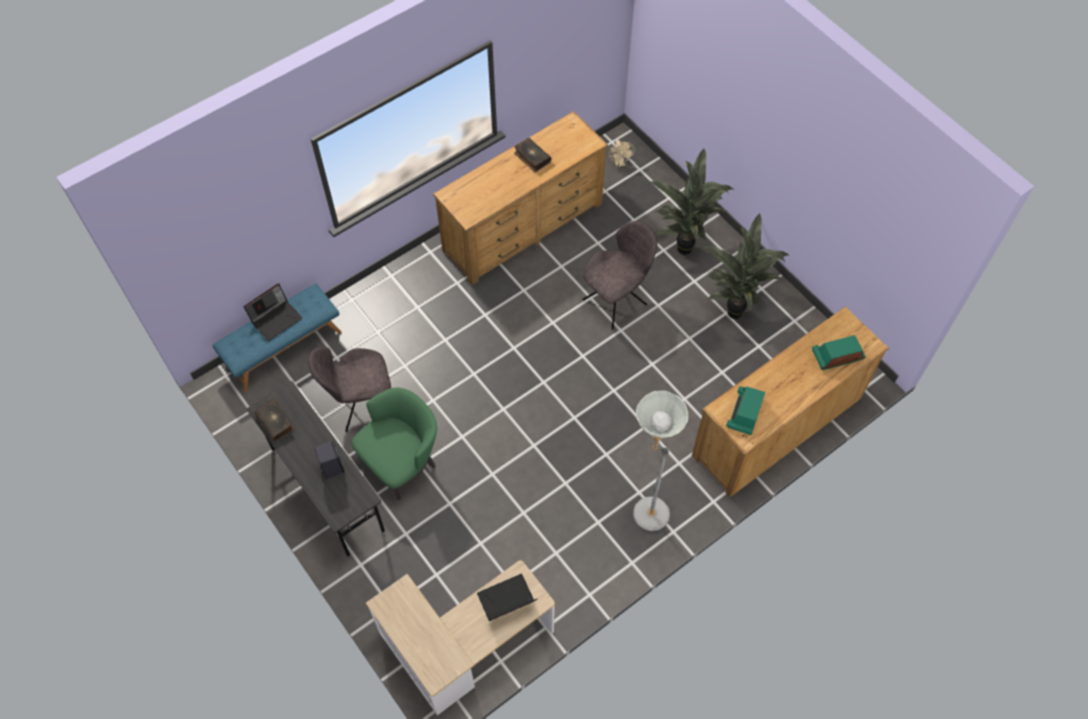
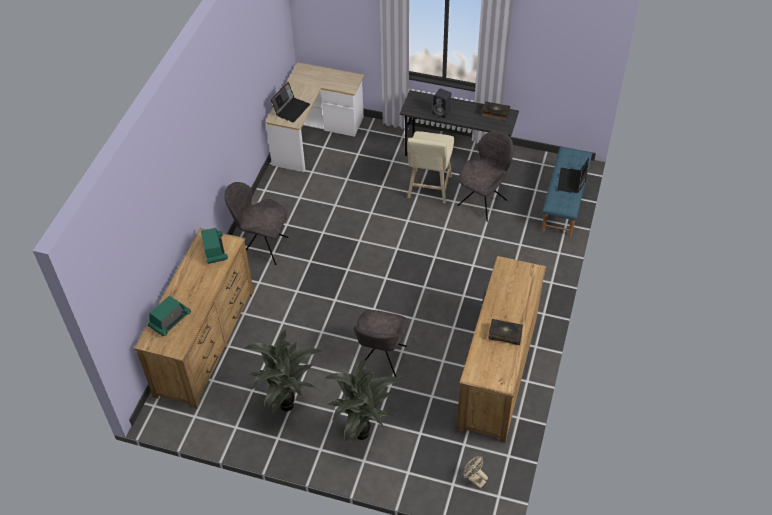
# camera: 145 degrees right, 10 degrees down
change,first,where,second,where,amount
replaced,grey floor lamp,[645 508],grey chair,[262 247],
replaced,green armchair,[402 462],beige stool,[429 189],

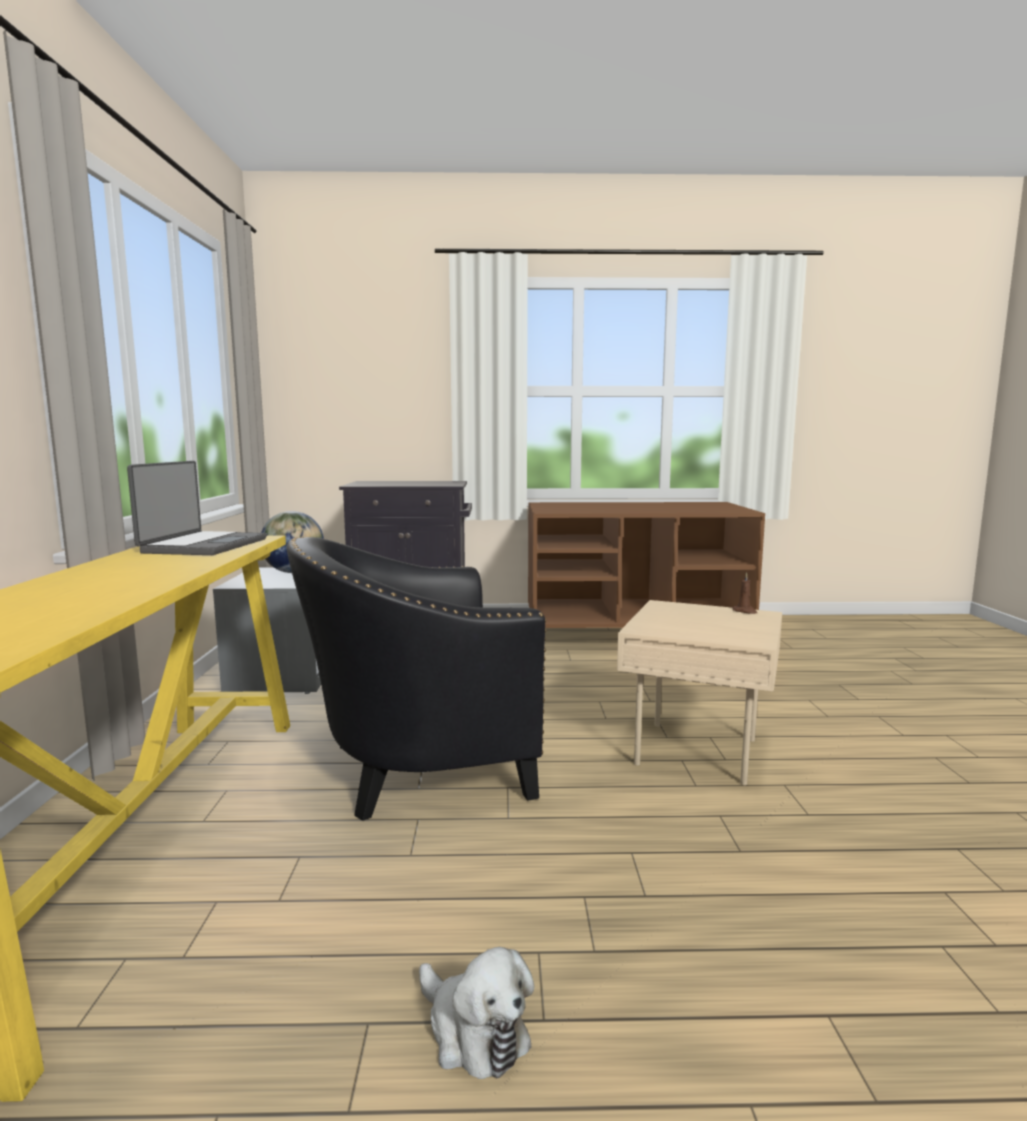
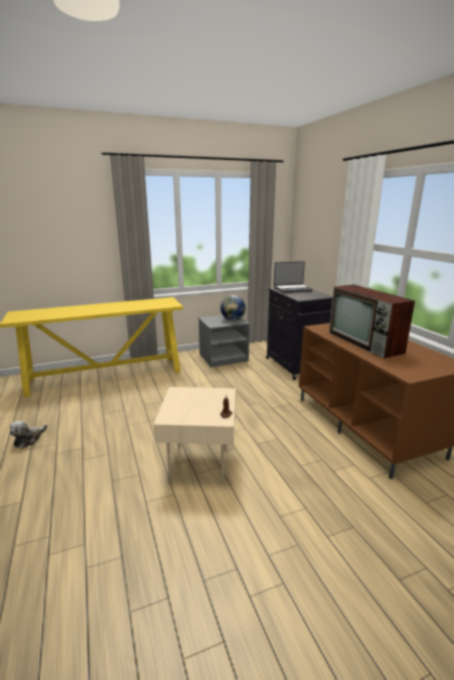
# camera: 70 degrees right, 10 degrees up
change,first,where,second,where,amount
moved,laptop,[203 546],,[292 289],
added,,,television,[365 343],
removed,black armchair,[416 768],,,

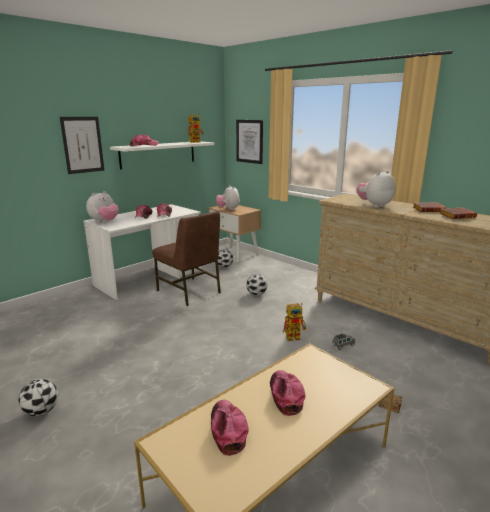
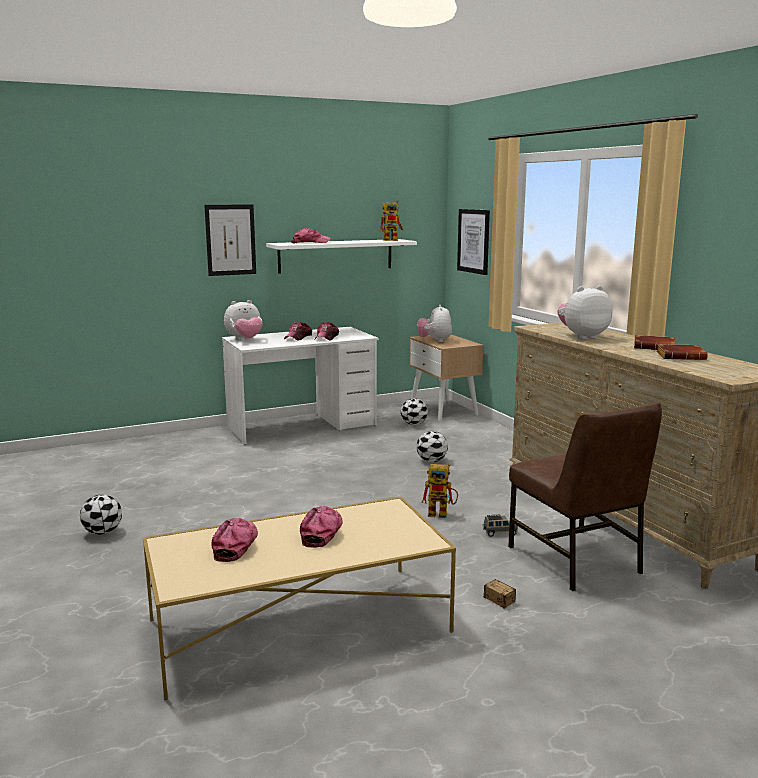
# camera: 20 degrees right, 5 degrees down
change,first,where,second,where,amount
moved,brown chair,[190 292],,[576 560],

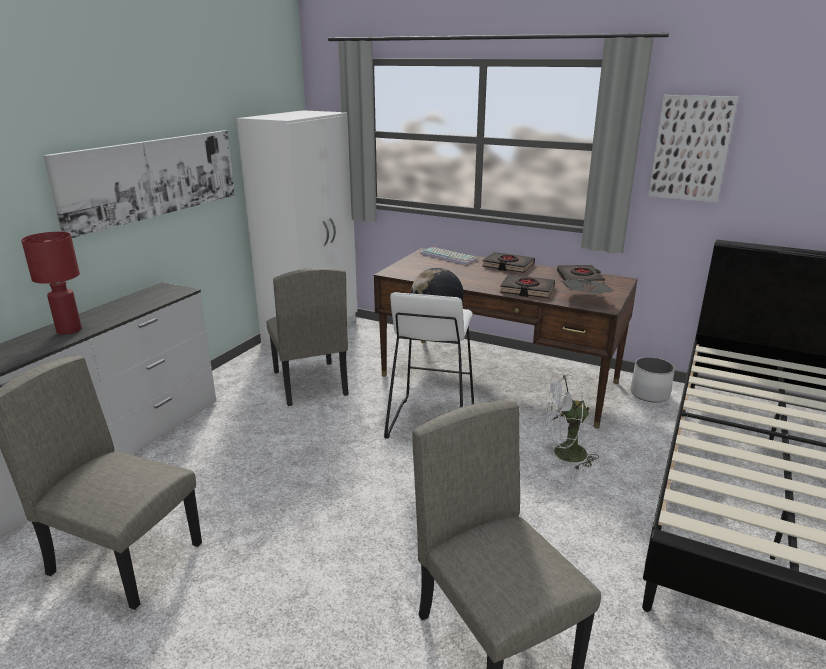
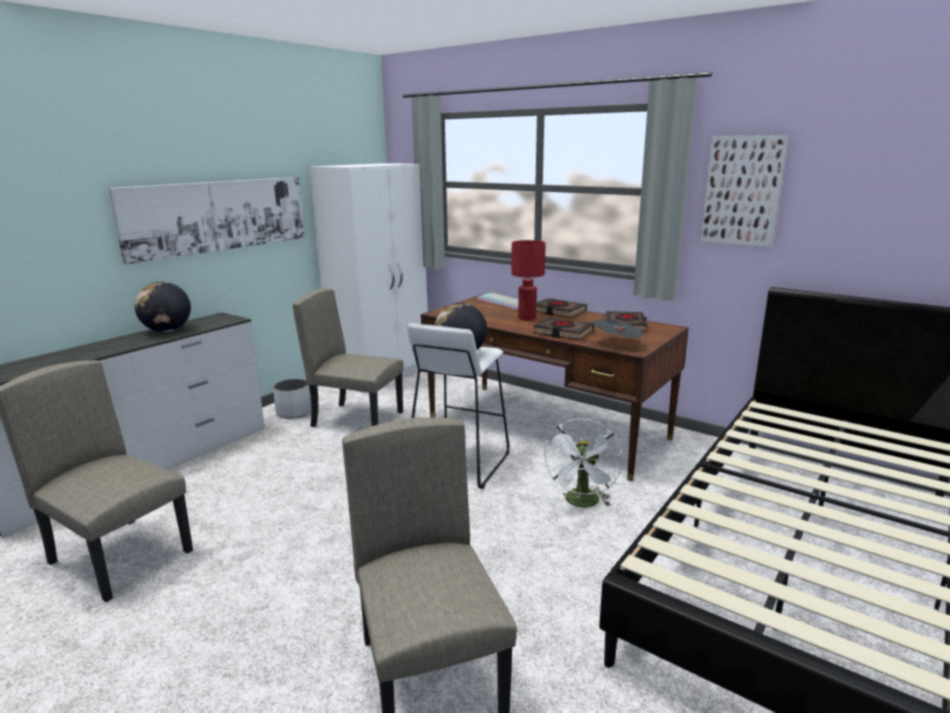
# camera: 10 degrees right, 5 degrees down
change,first,where,second,where,amount
added,,,globe,[167 330],
moved,white planter,[649 394],,[294 412],
turned,beige chair,[309 383],,[358 419],120 degrees clockwise
moved,red table lamp,[69 330],,[527 318],
turned,white fan,[563 455],,[582 503],75 degrees counterclockwise

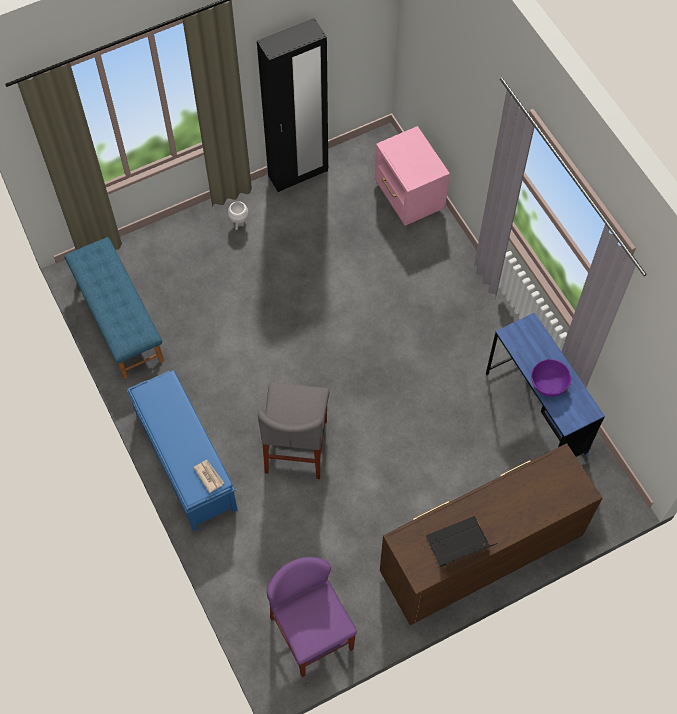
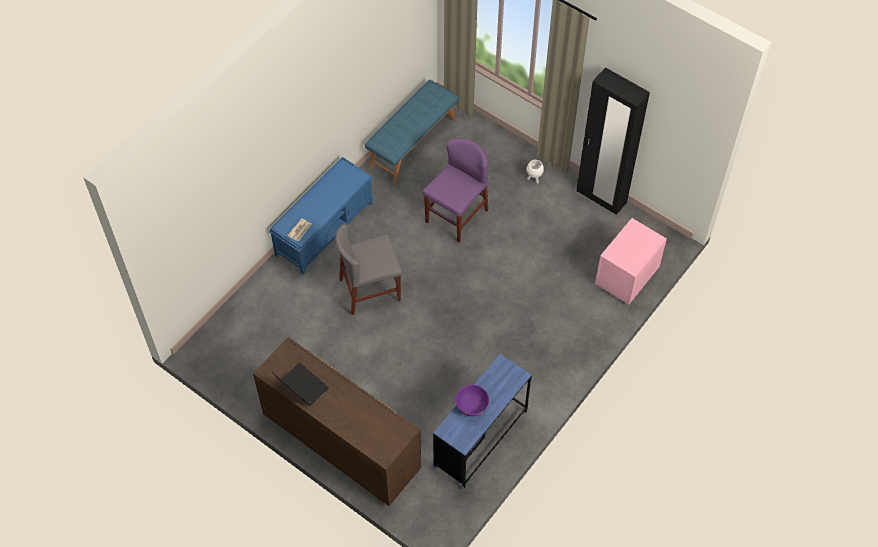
# camera: 65 degrees right, 5 degrees down
change,first,where,second,where,amount
moved,purple chair,[312 633],,[456 216],

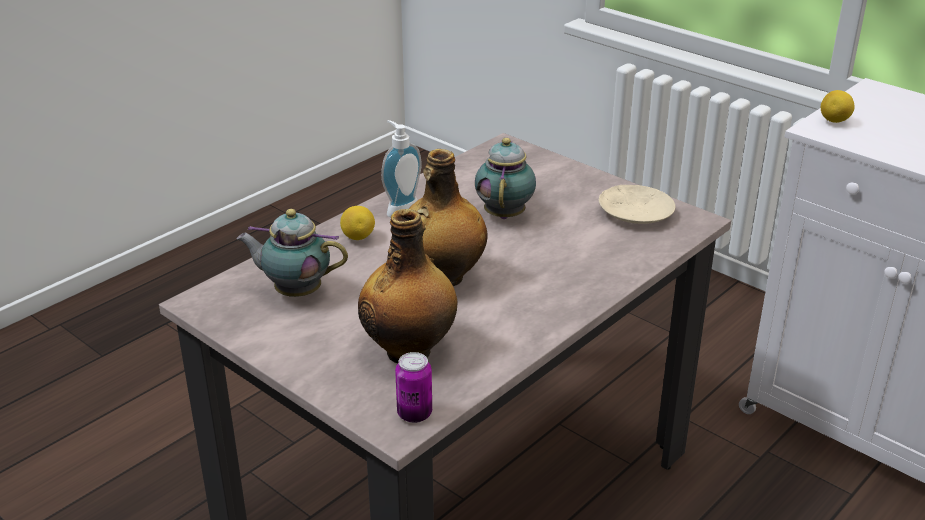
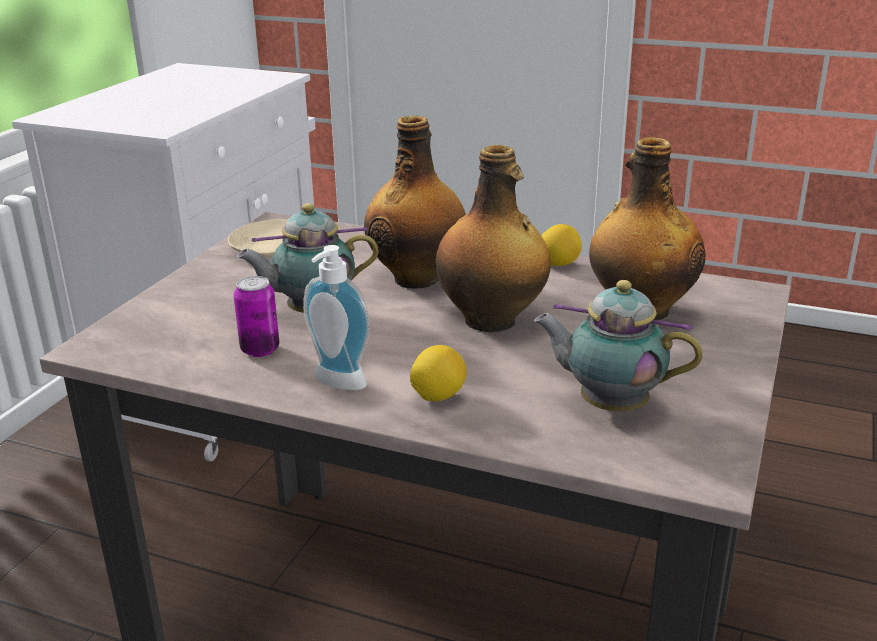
# camera: 110 degrees left, 5 degrees down
change,first,where,second,where,amount
moved,can,[414 414],,[260 350],
added,,,bottle,[418 278],
turned,teapot,[295 292],,[608 405],120 degrees clockwise
moved,lemon,[834 121],,[558 264],

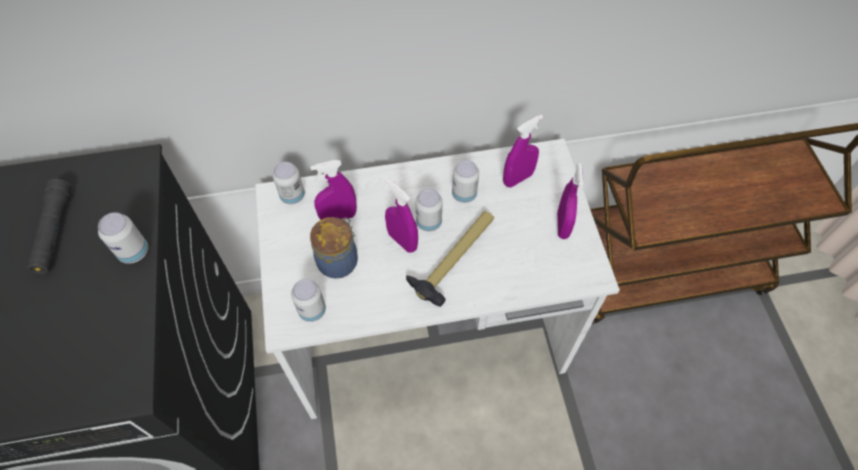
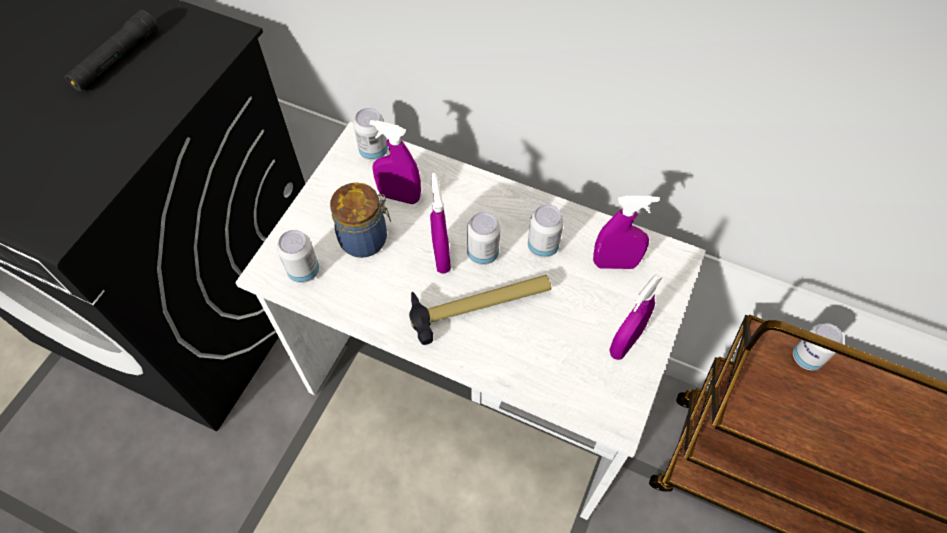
# camera: 35 degrees right, 0 degrees up
change,first,where,second,where,amount
moved,can,[134 252],,[806 357],

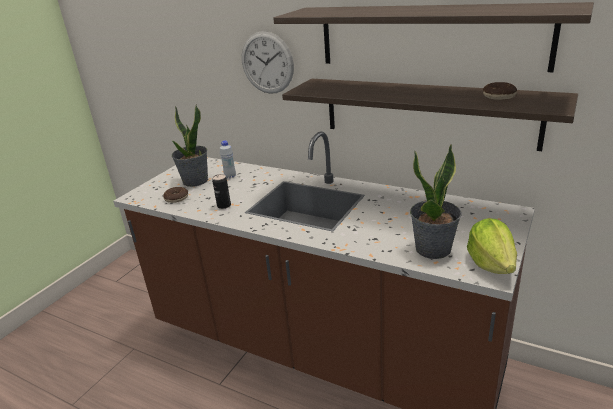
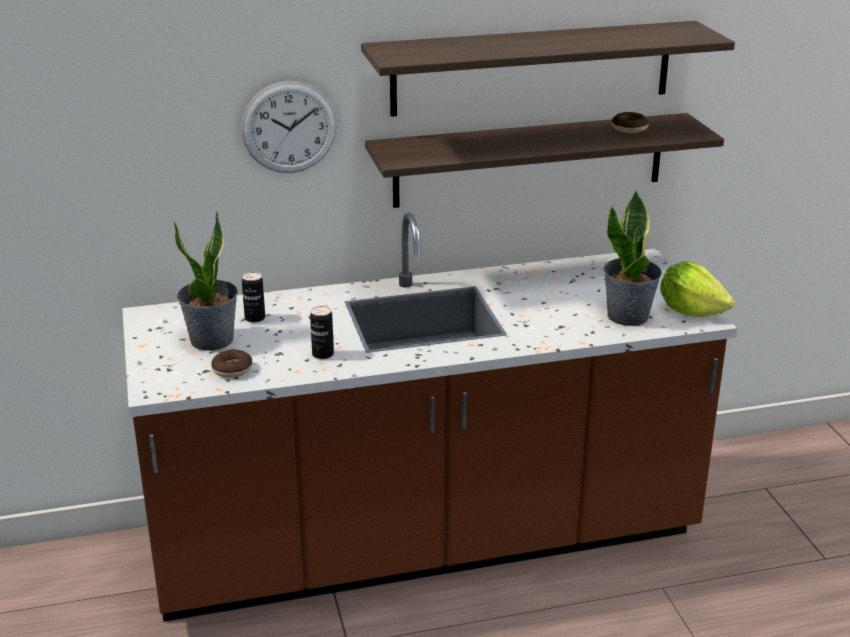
# camera: 45 degrees left, 0 degrees up
change,first,where,second,where,amount
replaced,white bottle,[230 176],can,[255 318],

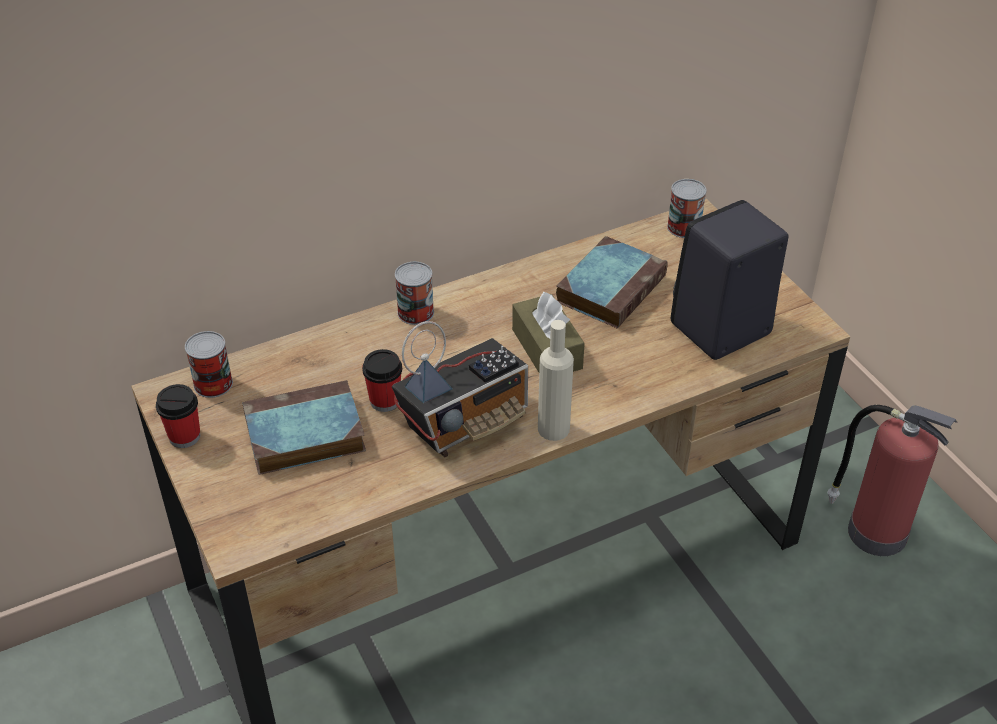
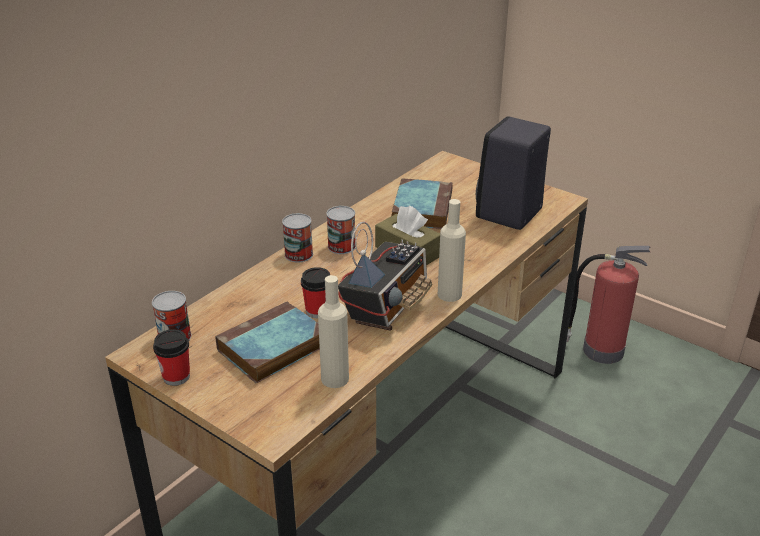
# camera: 25 degrees left, 10 degrees down
change,first,where,second,where,amount
added,,,beige bottle,[335 378],
moved,can,[684 227],,[341 246],

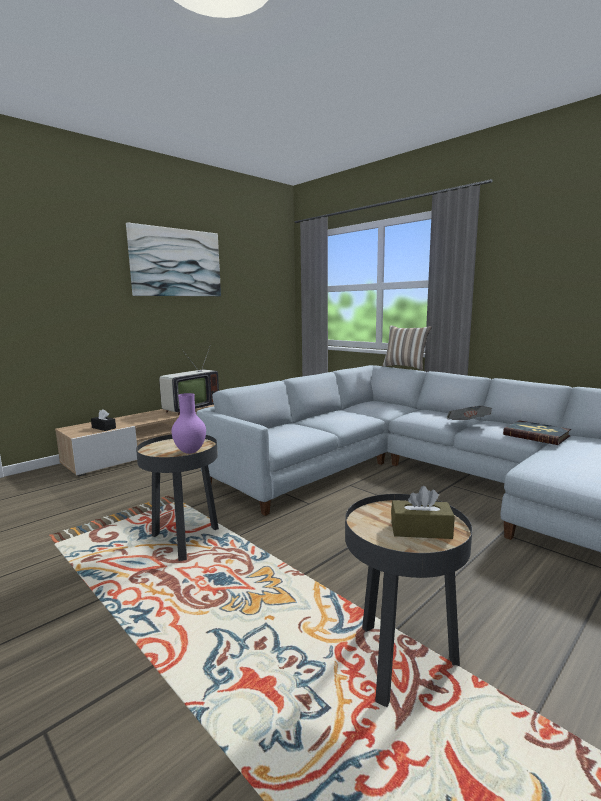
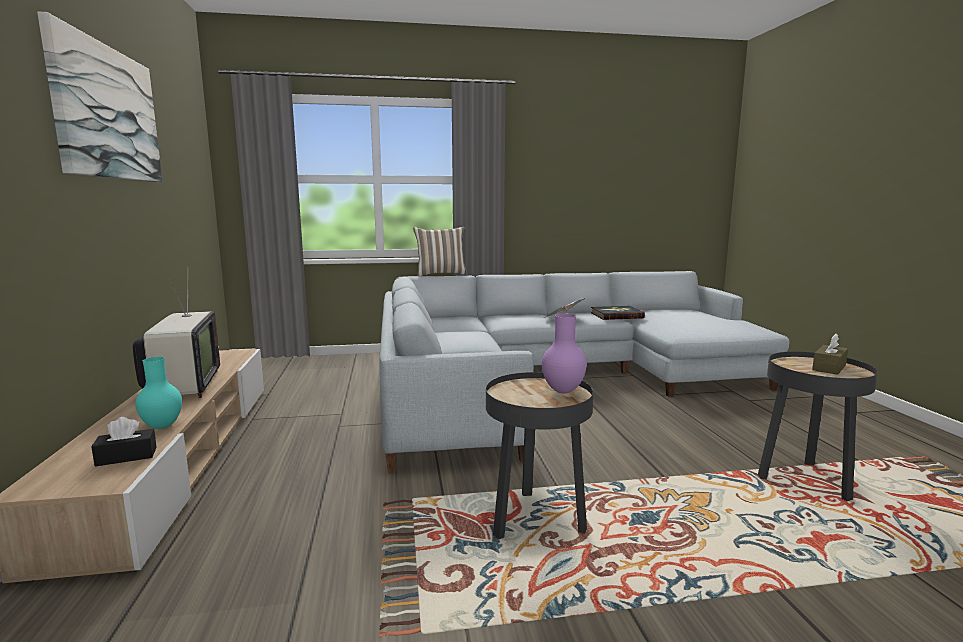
# camera: 55 degrees left, 0 degrees up
change,first,where,second,where,amount
added,,,turquoise vase,[162 427],

